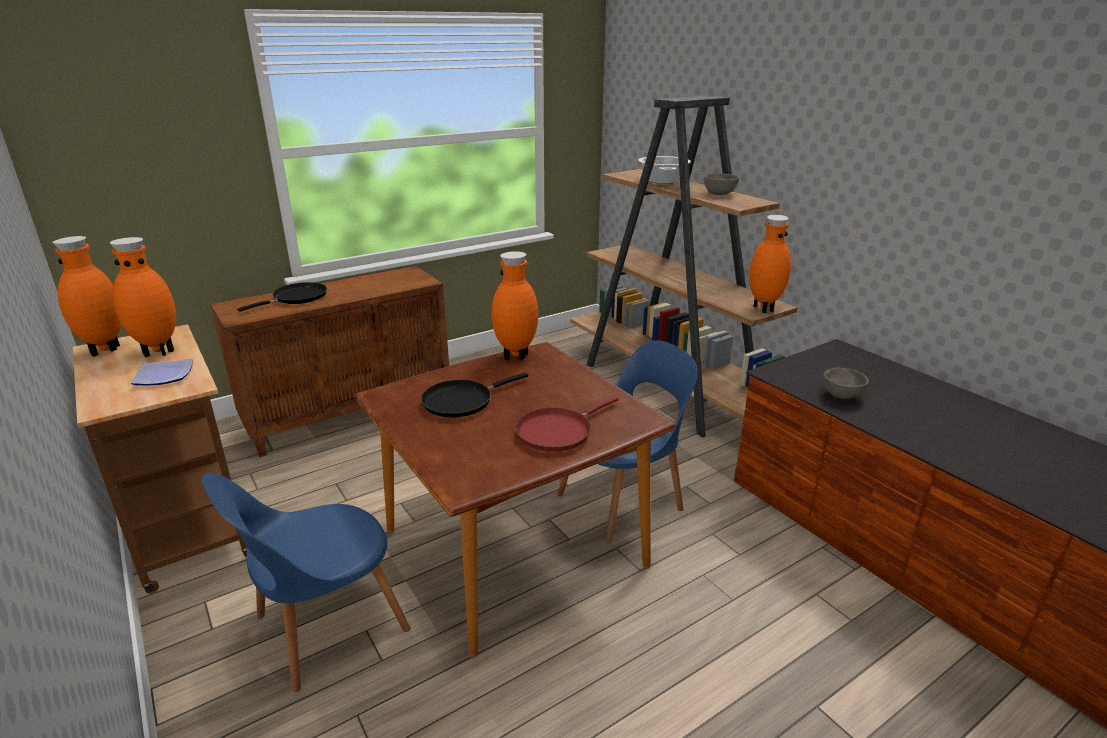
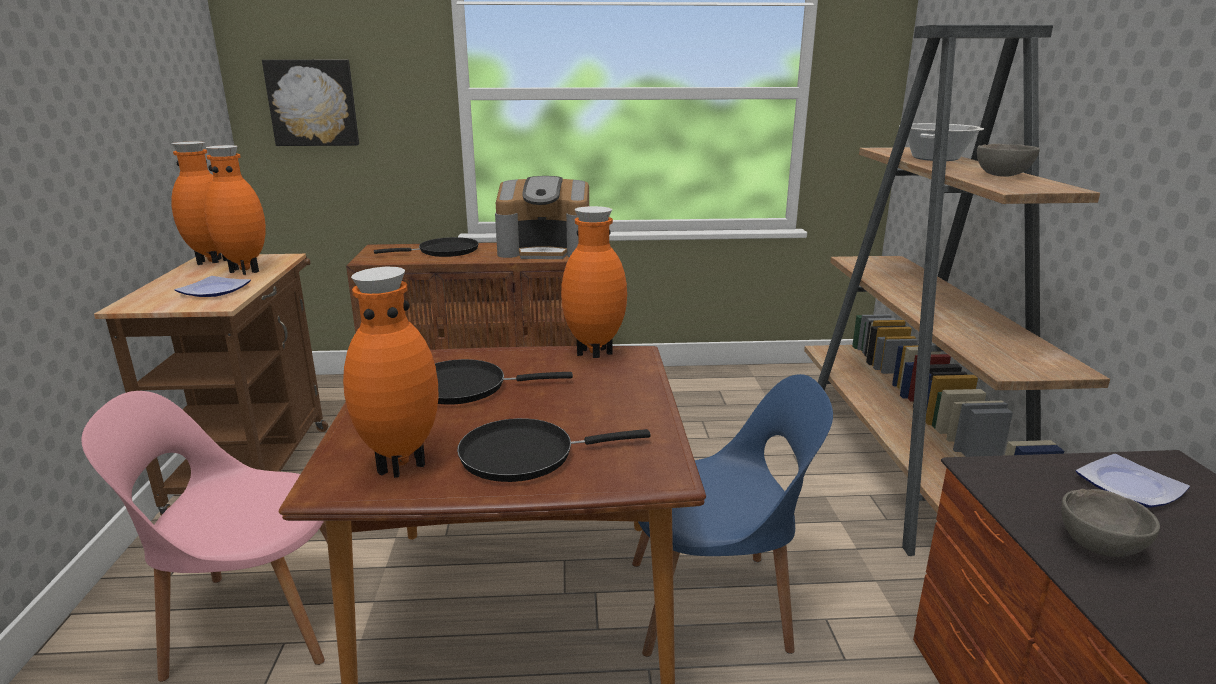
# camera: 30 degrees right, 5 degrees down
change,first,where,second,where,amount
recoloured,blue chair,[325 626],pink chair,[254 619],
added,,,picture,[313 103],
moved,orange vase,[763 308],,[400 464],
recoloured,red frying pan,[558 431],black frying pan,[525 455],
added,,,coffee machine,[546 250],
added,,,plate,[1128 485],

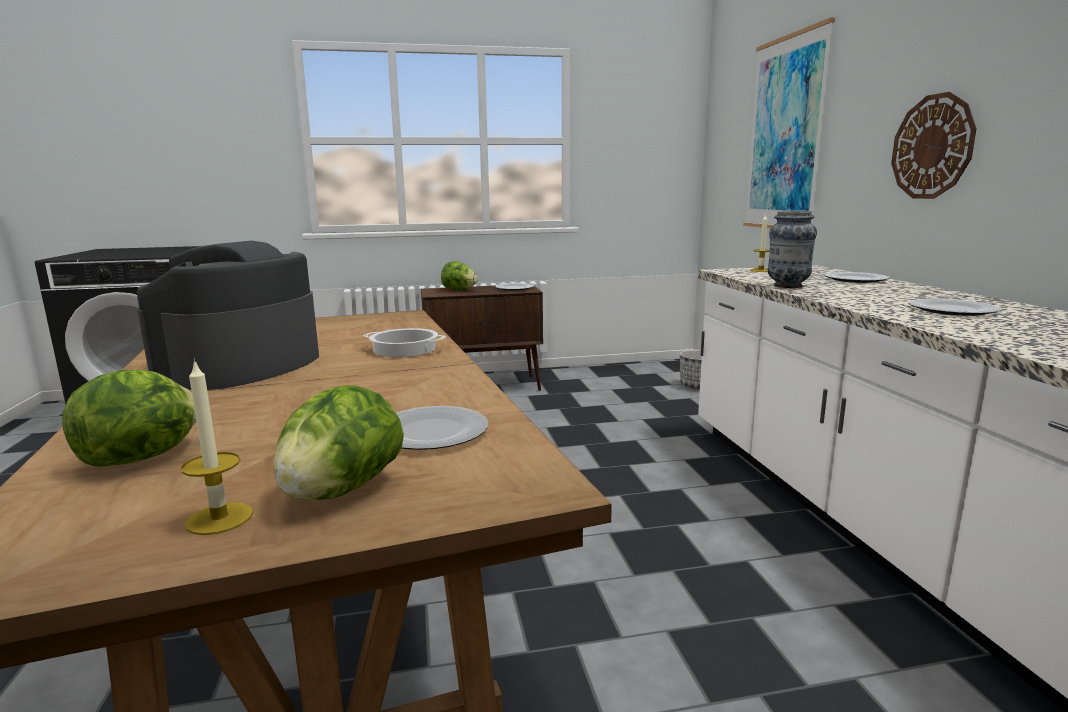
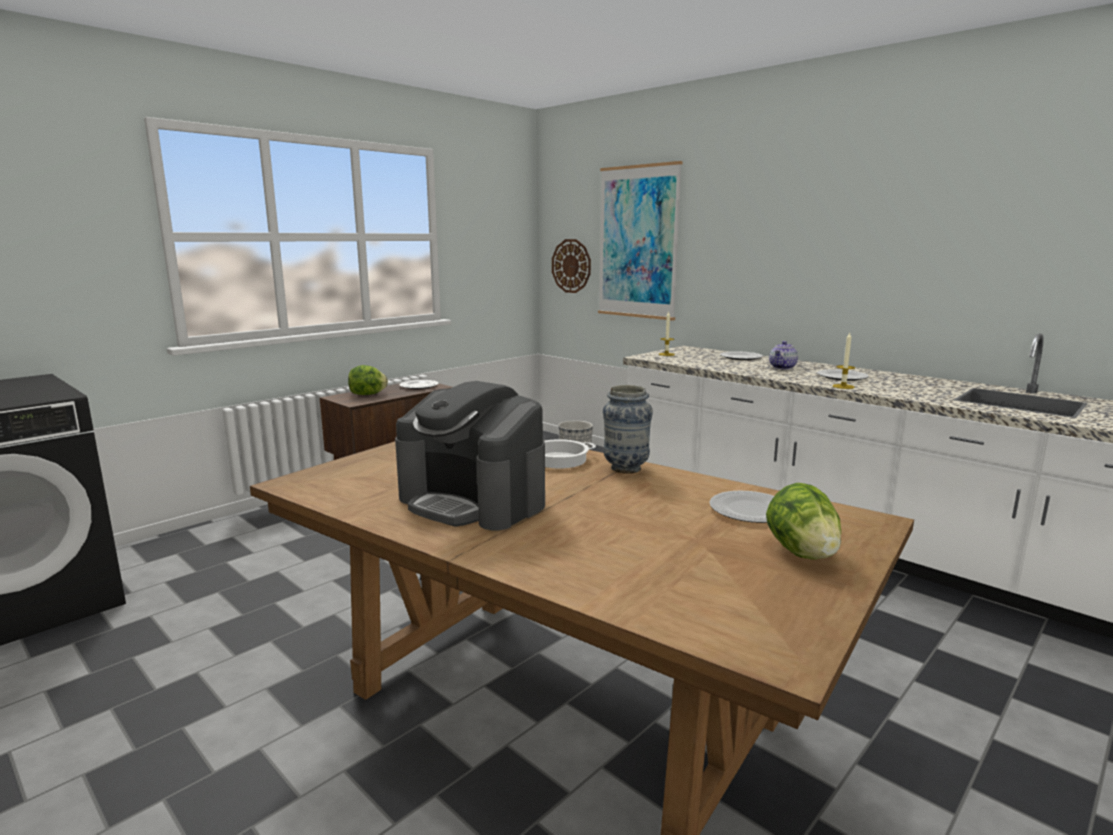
# camera: 35 degrees left, 0 degrees up
change,first,where,second,where,amount
turned,coffee machine,[241 366],,[473 501],45 degrees counterclockwise
moved,wall clock,[932 147],,[571 266],
moved,vase,[787 286],,[625 468],
added,,,teapot,[783 367],
moved,candle,[219 518],,[843 386],
removed,lettuce,[143 457],,,

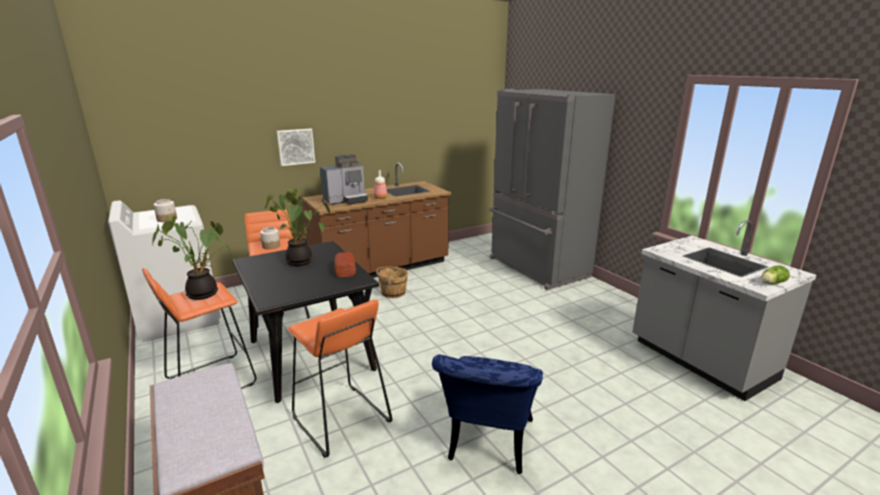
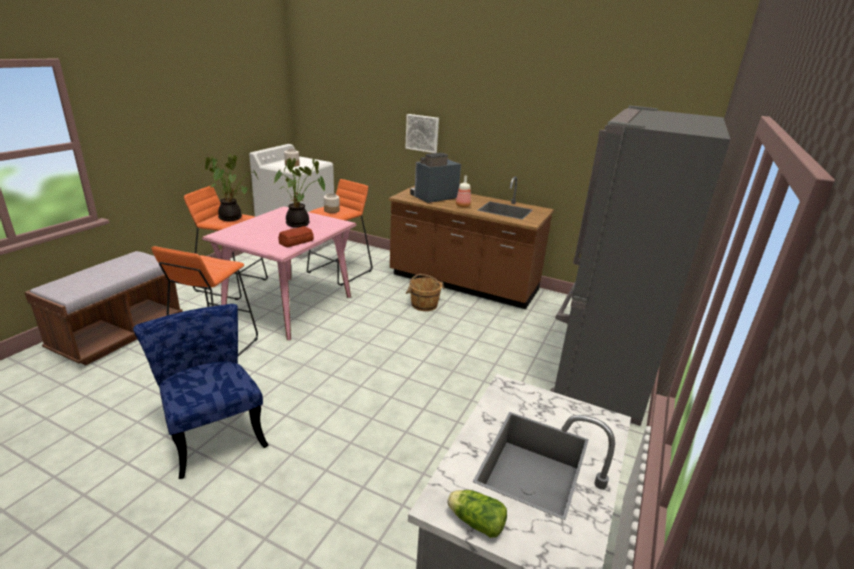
# camera: 55 degrees right, 5 degrees up
change,first,where,second,where,amount
turned,blue chair,[487 445],,[213 432],75 degrees clockwise
recoloured,black dining table,[310 355],pink dining table,[289 306],
turned,coffee machine,[346 200],,[433 198],120 degrees clockwise

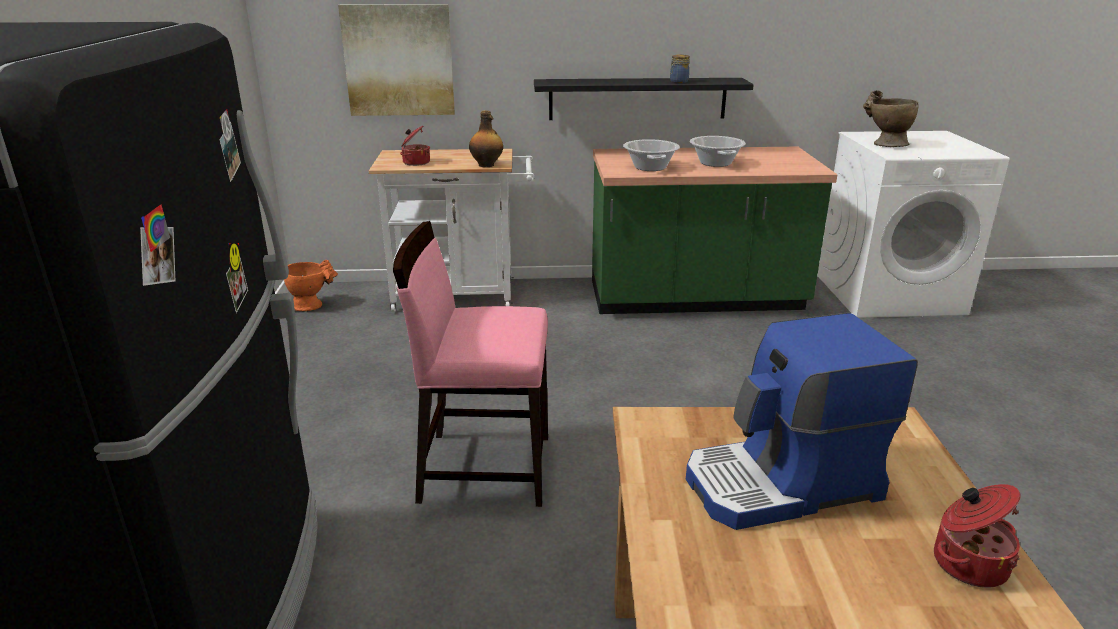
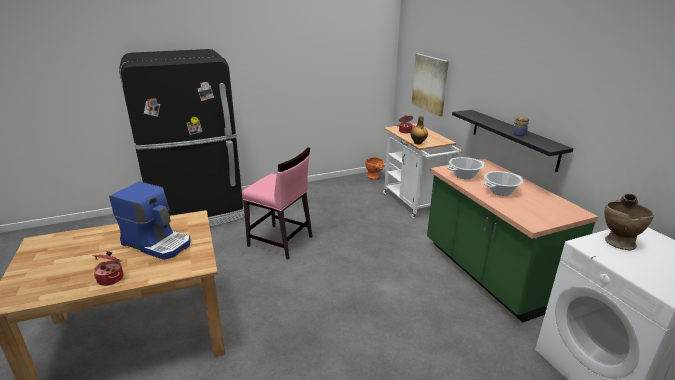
# camera: 70 degrees right, 0 degrees up
change,first,where,second,where,amount
turned,coffee machine,[783 485],,[158 243],150 degrees clockwise
turned,pink chair,[484 467],,[280 242],135 degrees clockwise

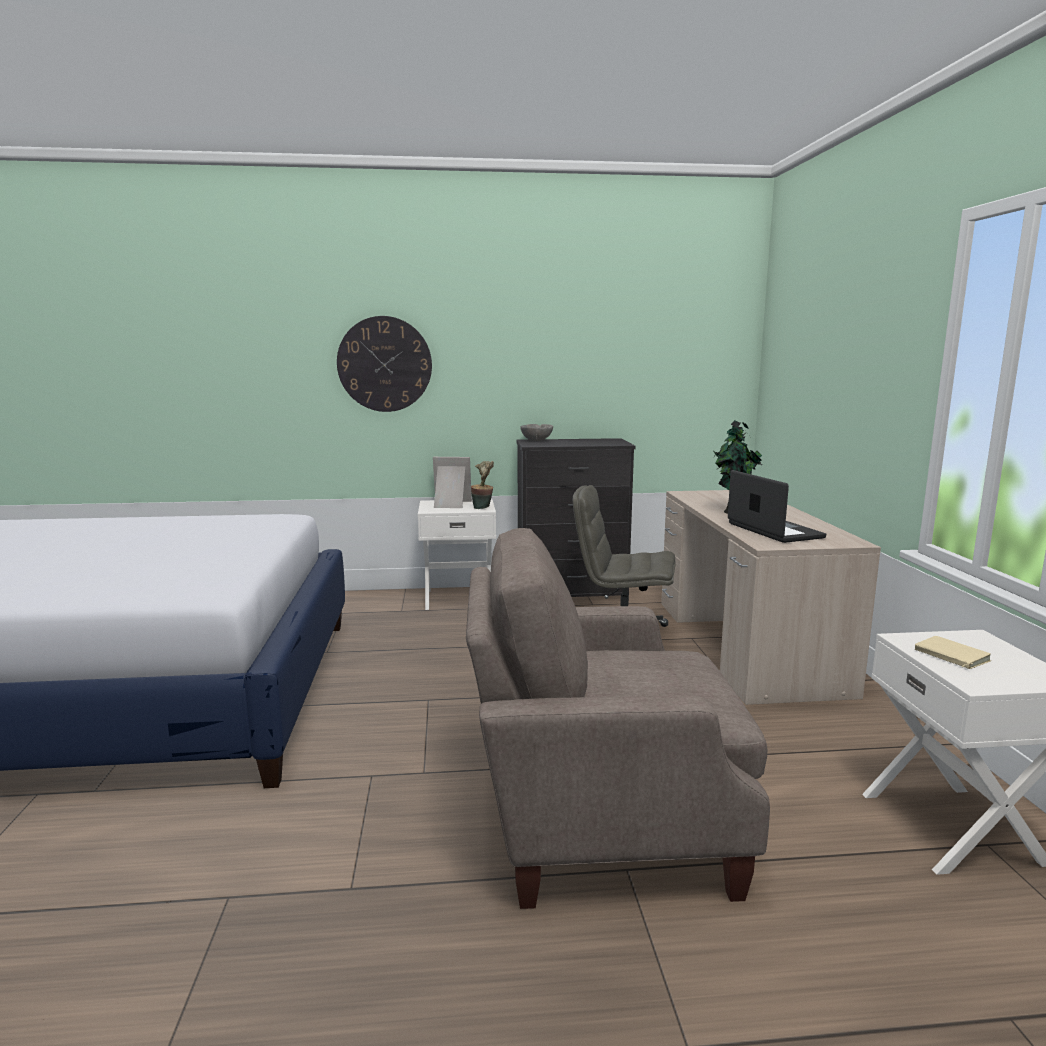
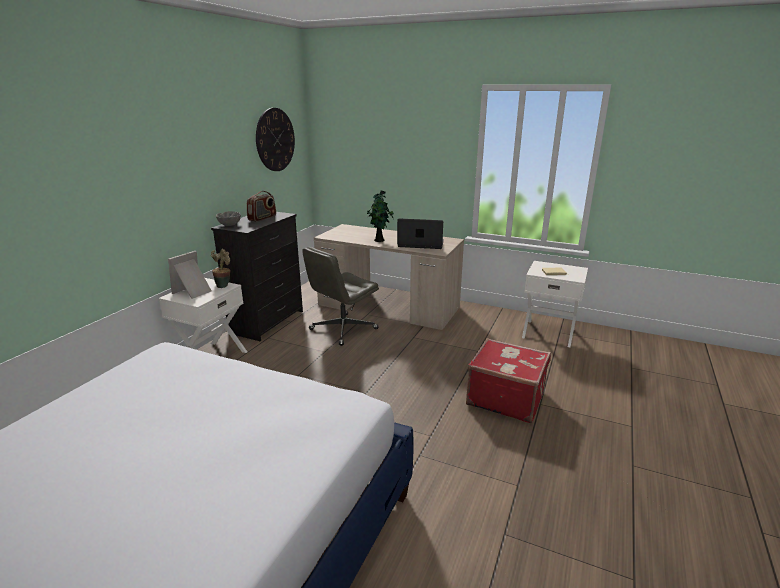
# camera: 60 degrees left, 10 degrees up
change,first,where,second,where,amount
added,,,radio,[262 218],
moved,wall clock,[384 364],,[275 140],
replaced,beige armchair,[601 821],red suitcase,[505 398],

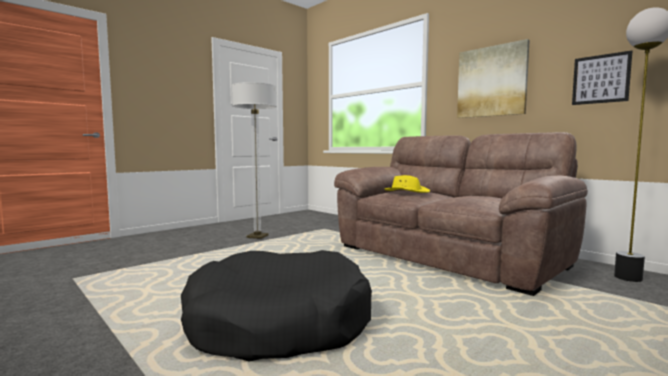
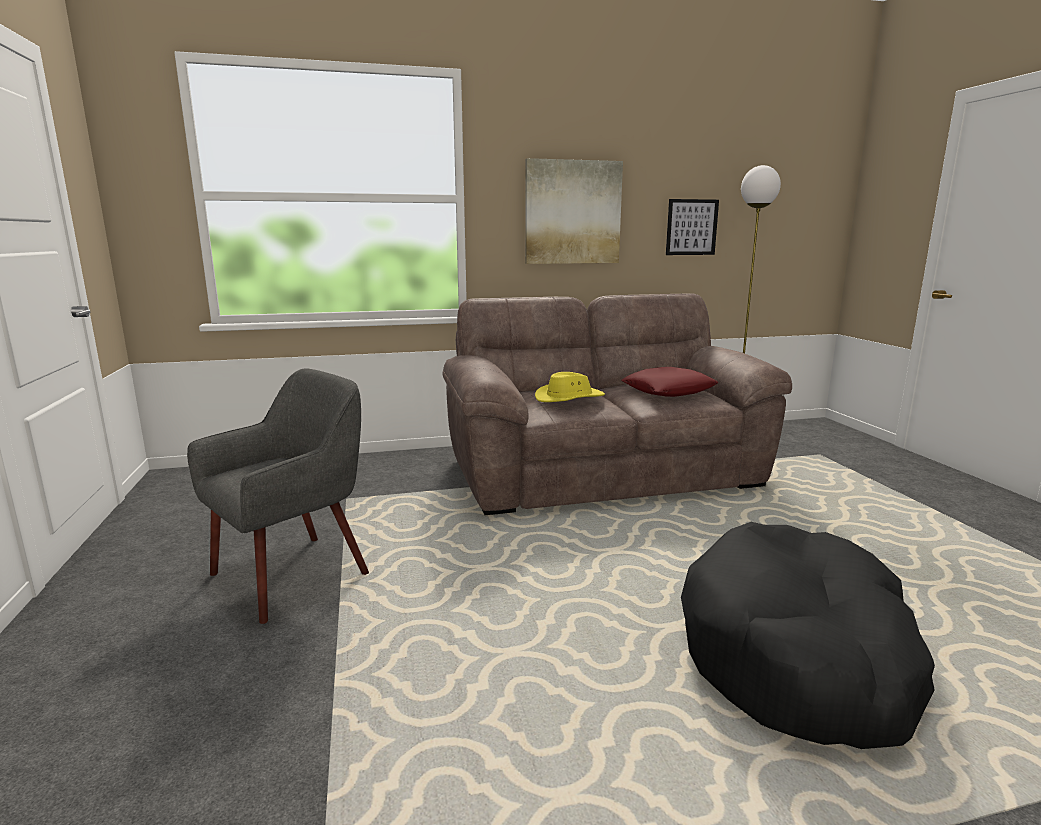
# camera: 60 degrees left, 10 degrees up
change,first,where,second,where,amount
replaced,floor lamp,[257 236],grey armchair,[293 574],
added,,,red pillow,[668 390],

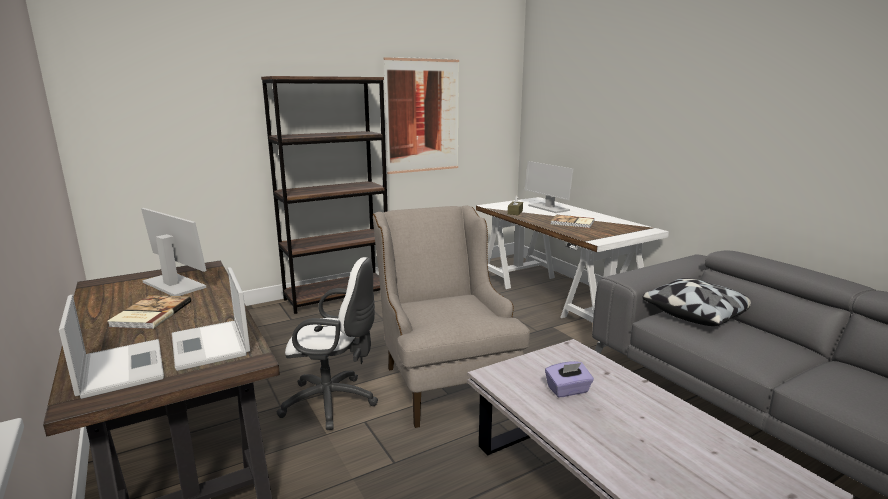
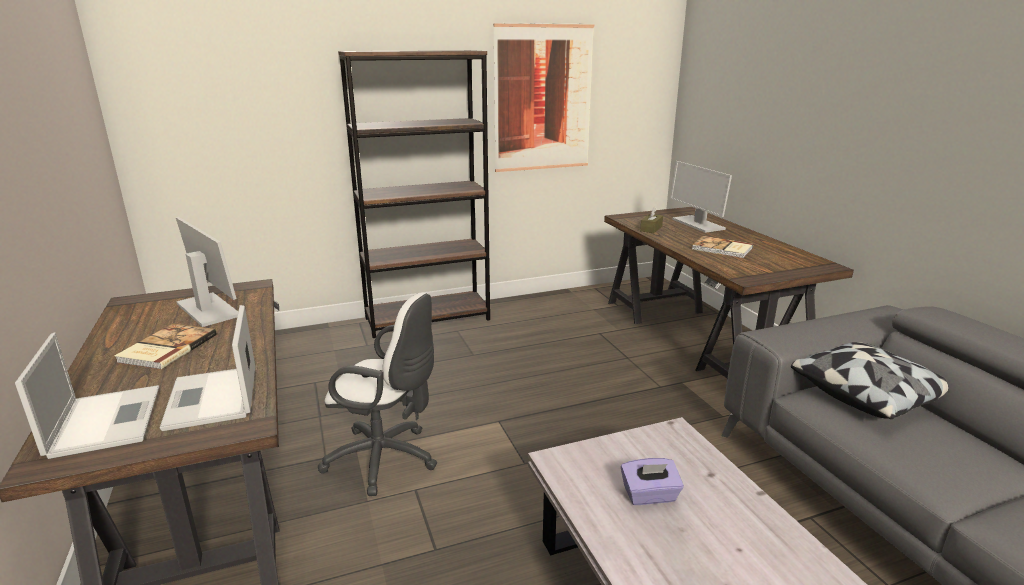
# camera: 10 degrees right, 5 degrees up
change,first,where,second,where,amount
recoloured,white desk,[558 295],brown desk,[700 338],
removed,beige armchair,[444 378],,,

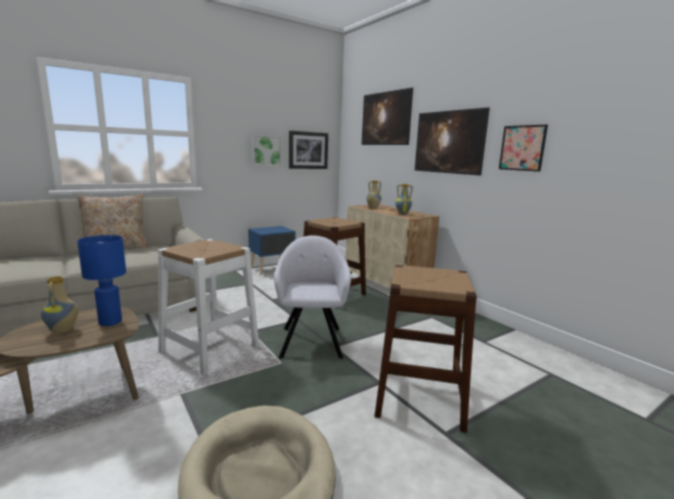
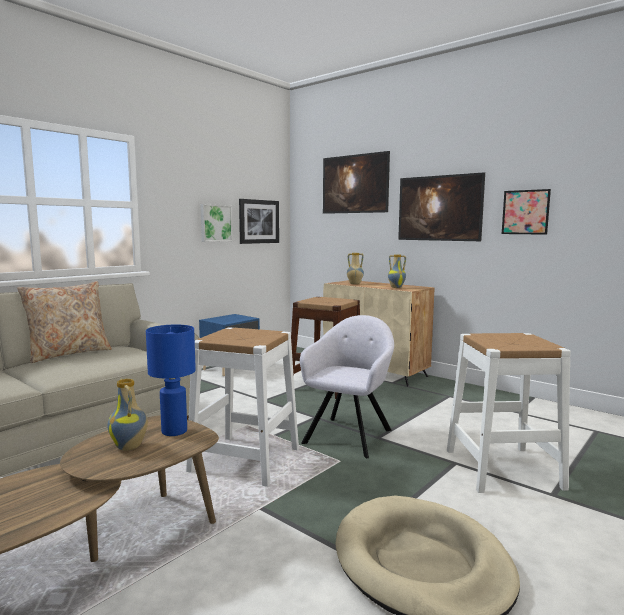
# camera: 15 degrees left, 5 degrees down
change,first,where,second,where,amount
turned,grey armchair,[311 340],,[349 434],45 degrees clockwise
recoloured,brown stool,[419 396],white stool,[502 468],

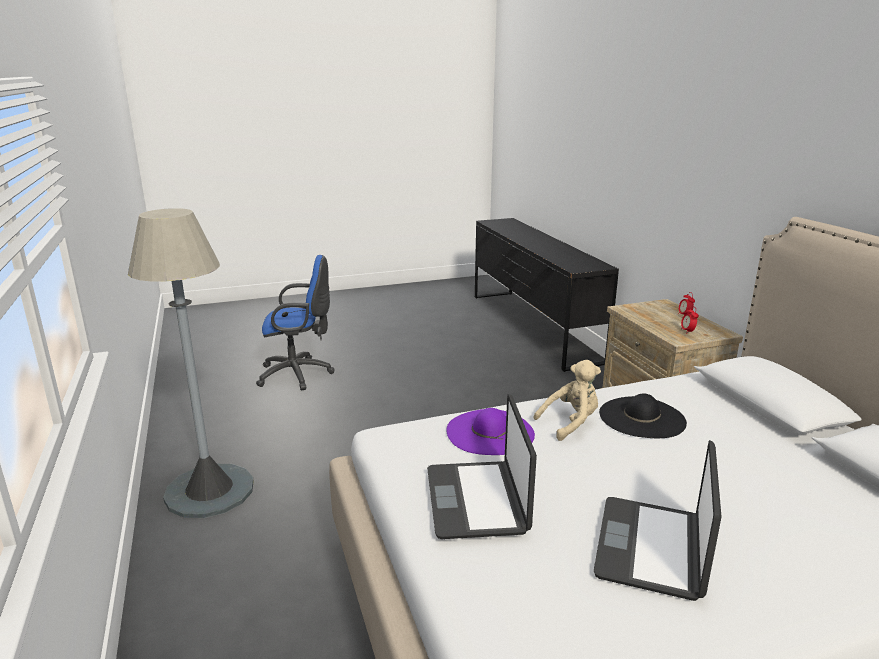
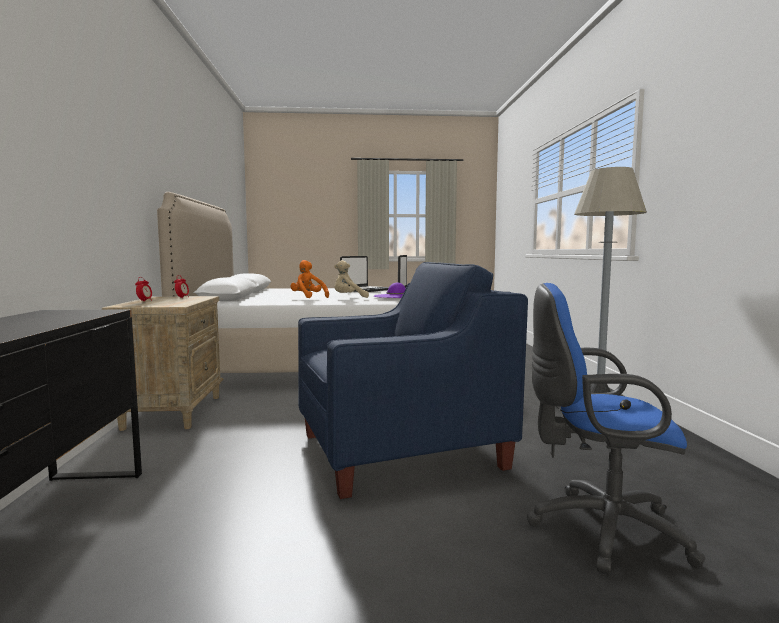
# camera: 165 degrees left, 15 degrees down
change,first,where,second,where,amount
replaced,black hat,[642 417],orange plush toy,[308 297],
added,,,blue armchair,[400 451],

